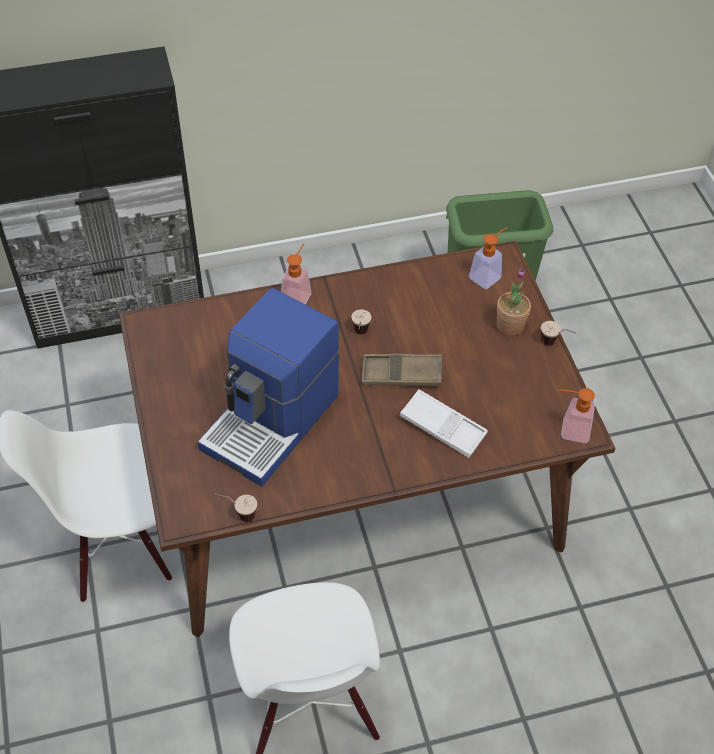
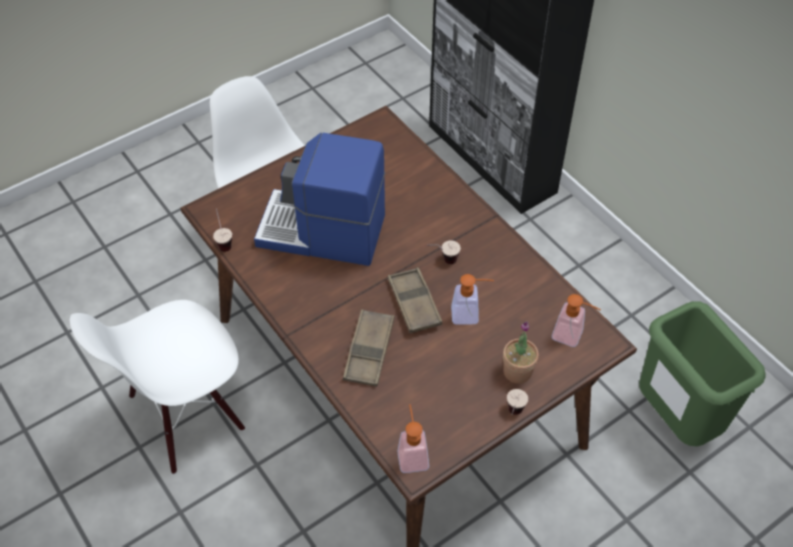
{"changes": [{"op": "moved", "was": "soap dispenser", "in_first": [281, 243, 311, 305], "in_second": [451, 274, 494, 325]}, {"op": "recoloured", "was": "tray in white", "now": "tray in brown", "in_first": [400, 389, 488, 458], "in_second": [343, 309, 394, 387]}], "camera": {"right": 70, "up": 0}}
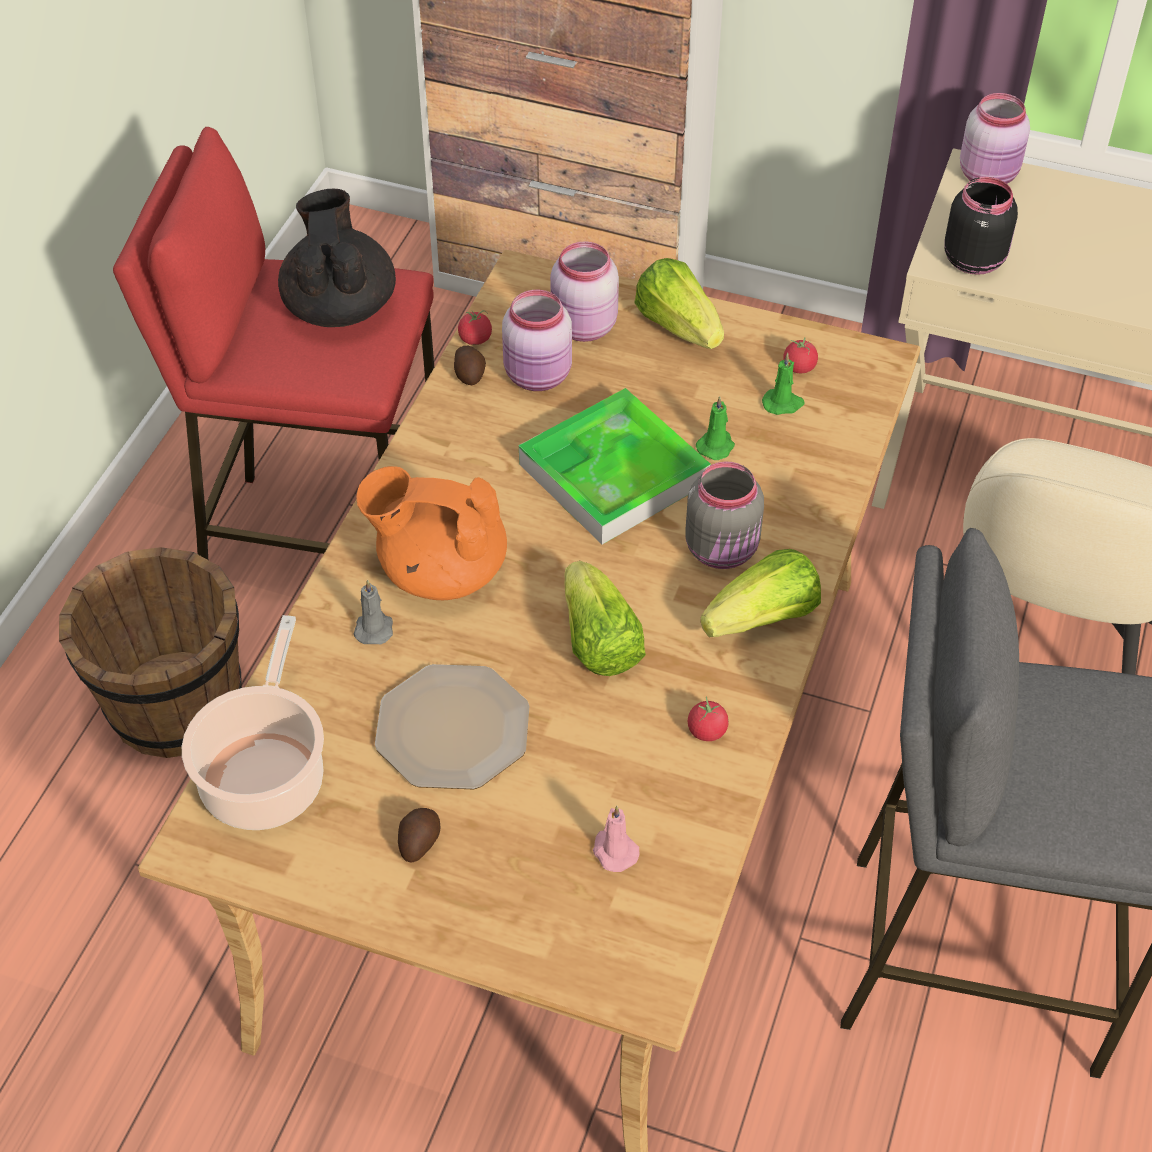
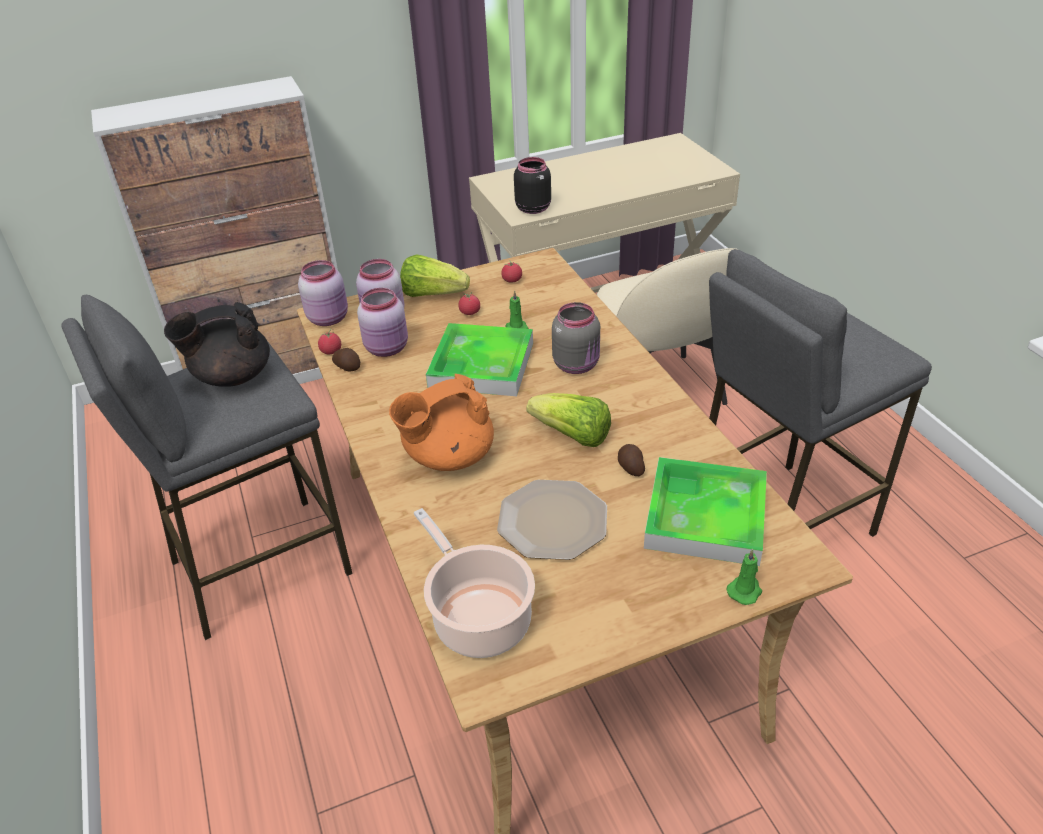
{"changes": [{"op": "moved", "was": "jar in pink", "in_first": [960, 93, 1030, 184], "in_second": [298, 260, 348, 326]}, {"op": "recoloured", "was": "stool in red", "now": "stool in grey", "in_first": [113, 127, 434, 560], "in_second": [61, 295, 353, 640]}, {"op": "turned", "was": "teapot in black", "in_first": [278, 189, 396, 327], "in_second": [164, 302, 270, 387], "clockwise": -60}, {"op": "moved", "was": "candle in green", "in_first": [762, 353, 805, 415], "in_second": [727, 549, 762, 605]}, {"op": "removed", "was": "bucket in brown", "in_first": [59, 547, 242, 758]}, {"op": "removed", "was": "lettuce", "in_first": [700, 549, 821, 637]}, {"op": "removed", "was": "candle in grey", "in_first": [354, 579, 393, 644]}, {"op": "moved", "was": "tomato", "in_first": [688, 696, 729, 741], "in_second": [459, 292, 480, 315]}, {"op": "replaced", "was": "candle in pink", "now": "tray", "in_first": [593, 805, 640, 872], "in_second": [644, 457, 767, 566]}, {"op": "moved", "was": "potato", "in_first": [398, 808, 440, 863], "in_second": [618, 444, 645, 476]}], "camera": {"right": -40, "up": -10}}
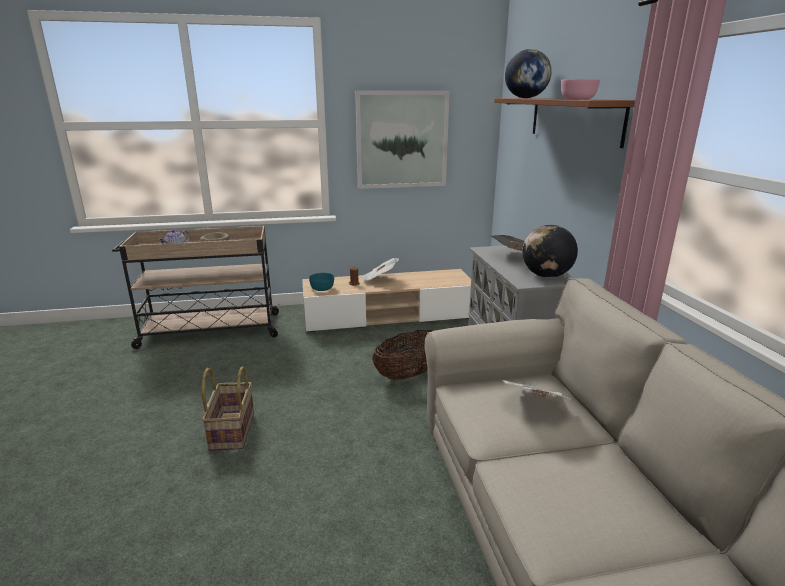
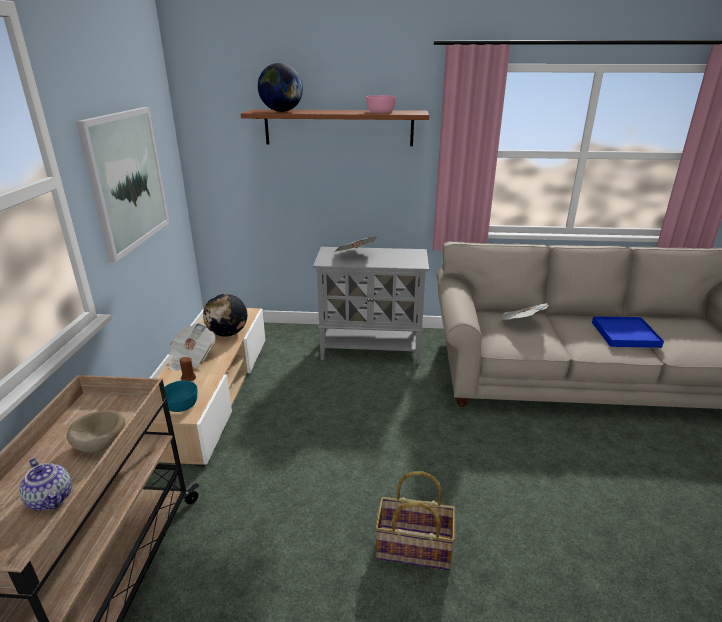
{"changes": [{"op": "moved", "was": "globe", "in_first": [522, 225, 578, 278], "in_second": [203, 294, 247, 337]}, {"op": "removed", "was": "basket", "in_first": [372, 330, 432, 380]}, {"op": "added", "now": "tray in blue", "in_second": [592, 316, 664, 348]}], "camera": {"right": -75, "up": 5}}
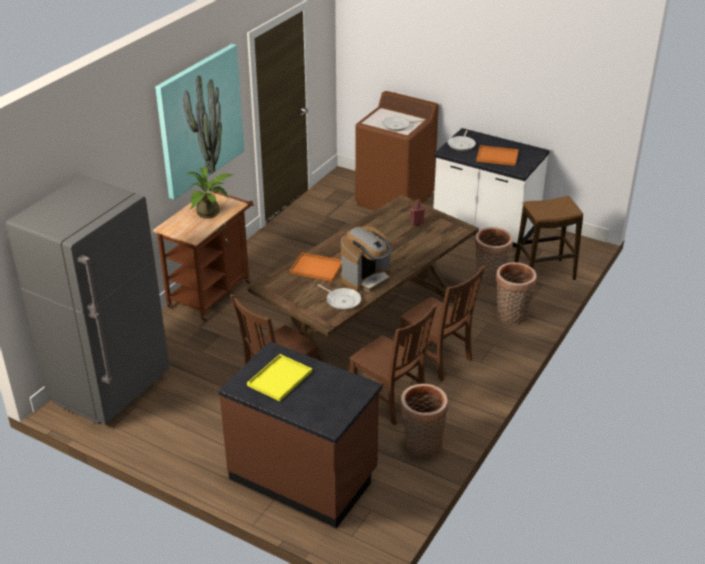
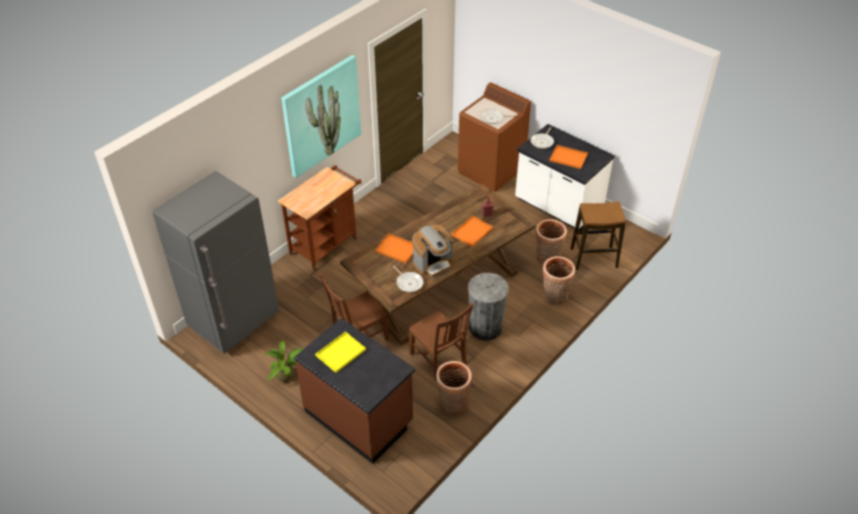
{"changes": [{"op": "moved", "was": "potted plant", "in_first": [187, 167, 233, 218], "in_second": [263, 340, 304, 383]}, {"op": "replaced", "was": "chair in brown", "now": "trash can in grey", "in_first": [400, 265, 486, 381], "in_second": [468, 273, 509, 341]}, {"op": "added", "now": "tray in orange", "in_second": [451, 215, 493, 247]}], "camera": {"right": 10, "up": 10}}
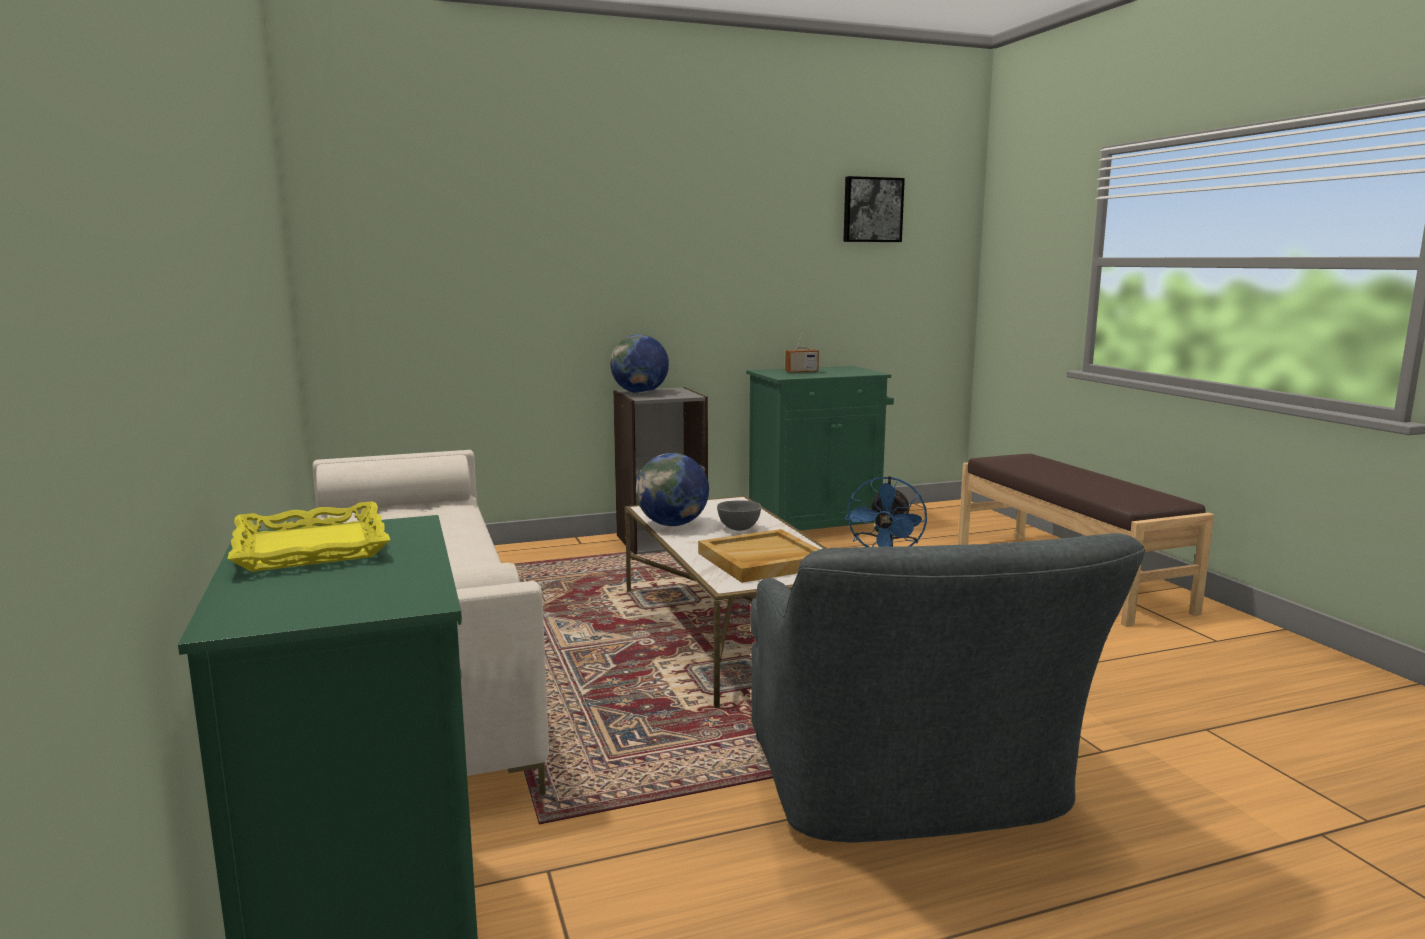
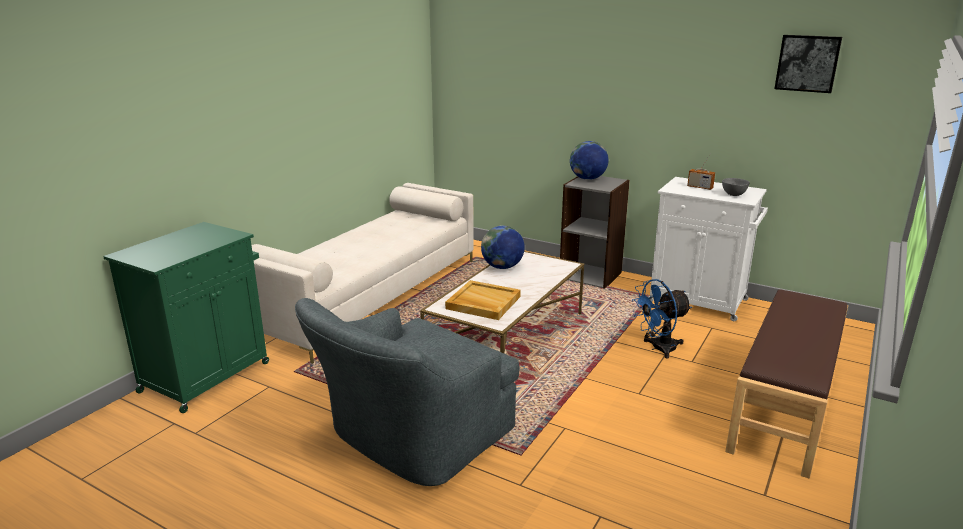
{"changes": [{"op": "recoloured", "was": "cabinet in green", "now": "cabinet in white", "in_first": [746, 366, 894, 532], "in_second": [648, 177, 768, 321]}, {"op": "moved", "was": "bowl in grey", "in_first": [717, 500, 761, 531], "in_second": [722, 178, 750, 196]}, {"op": "removed", "was": "tray in yellow", "in_first": [228, 501, 390, 572]}], "camera": {"right": 50, "up": 10}}
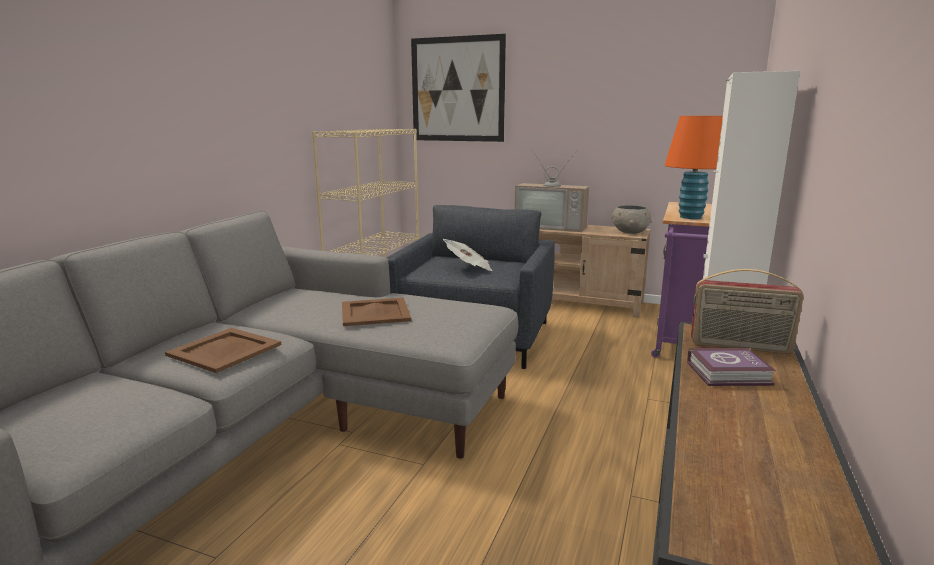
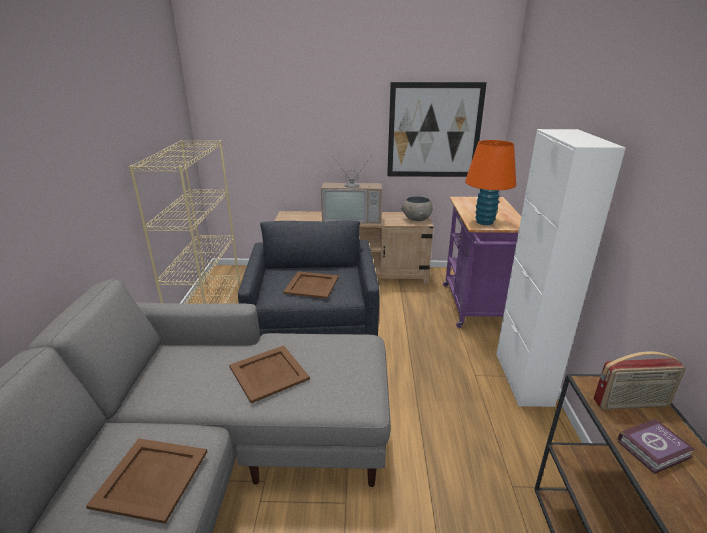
{"changes": [{"op": "moved", "was": "picture", "in_first": [411, 34, 506, 142], "in_second": [387, 82, 487, 177]}, {"op": "replaced", "was": "newspaper", "now": "tray in brown", "in_first": [443, 239, 492, 271], "in_second": [283, 271, 339, 299]}], "camera": {"right": -20, "up": 10}}
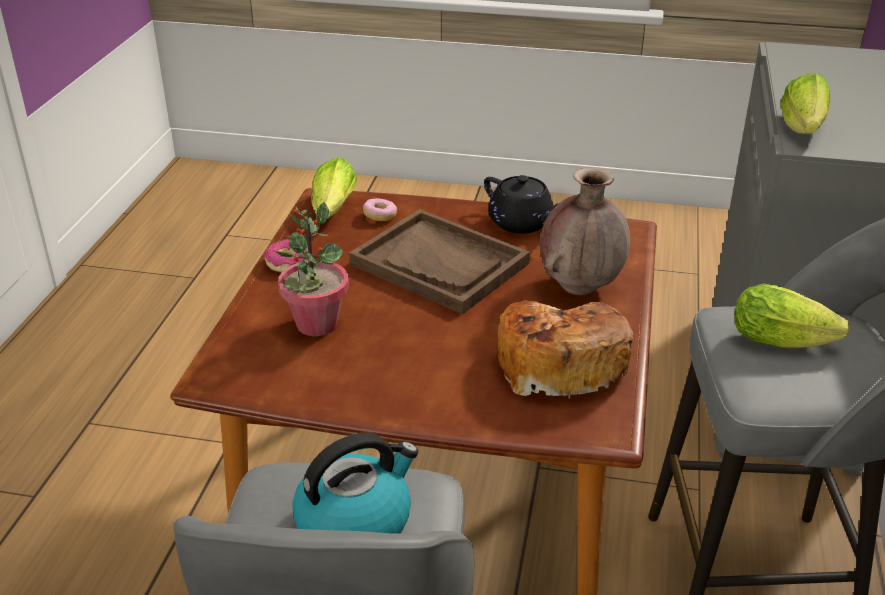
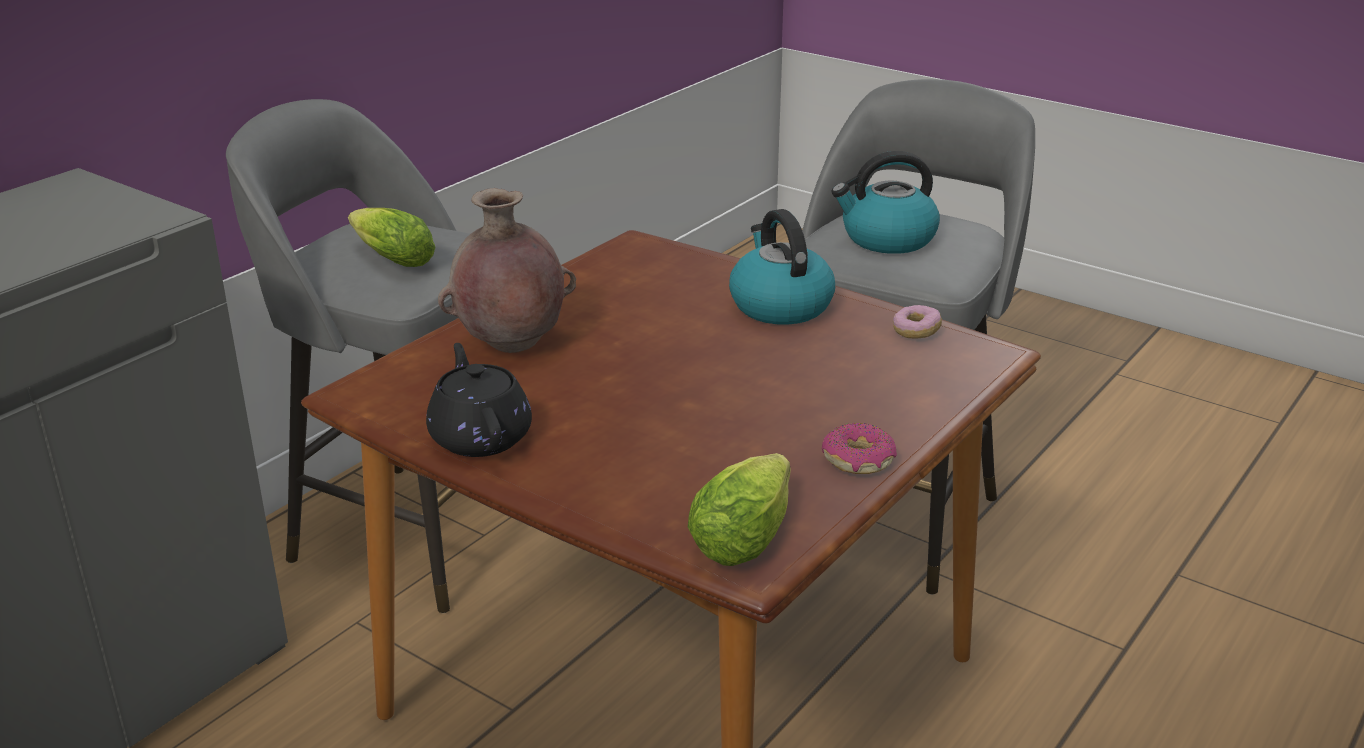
{"changes": [{"op": "removed", "was": "lettuce", "in_first": [781, 73, 830, 134]}, {"op": "moved", "was": "donut", "in_first": [363, 198, 397, 221], "in_second": [893, 305, 942, 338]}, {"op": "removed", "was": "potted plant", "in_first": [275, 202, 349, 336]}, {"op": "removed", "was": "tray in brown", "in_first": [349, 209, 530, 314]}, {"op": "removed", "was": "bread", "in_first": [497, 301, 634, 399]}, {"op": "added", "now": "kettle", "in_second": [729, 209, 835, 325]}], "camera": {"right": -155, "up": -5}}
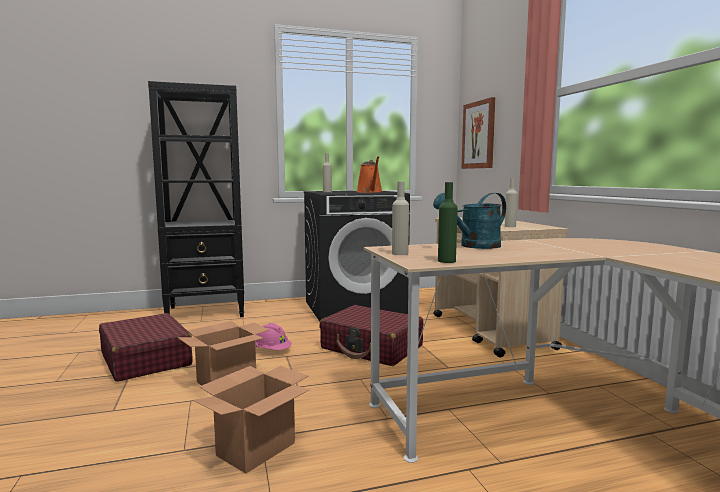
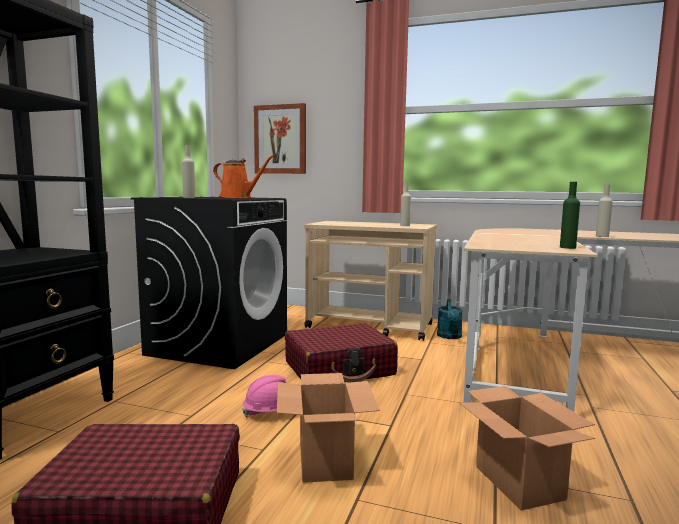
{"changes": [{"op": "moved", "was": "bottle in beige", "in_first": [392, 182, 409, 255], "in_second": [596, 185, 613, 237]}, {"op": "moved", "was": "watering can in turquoise", "in_first": [433, 193, 506, 249], "in_second": [437, 299, 463, 339]}], "camera": {"right": -55, "up": 0}}
